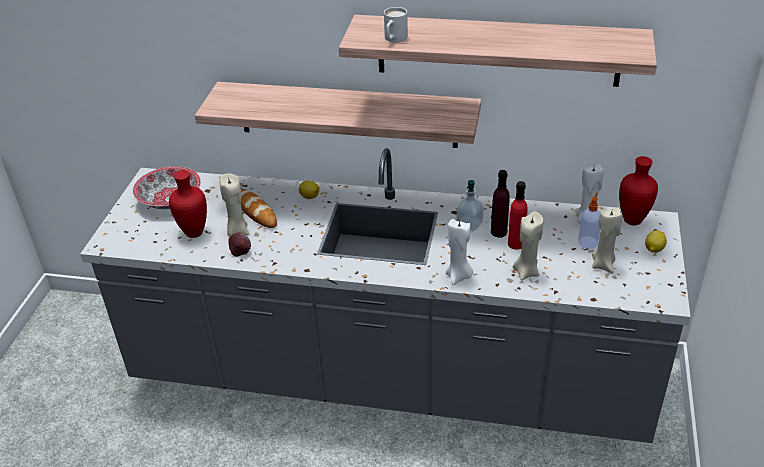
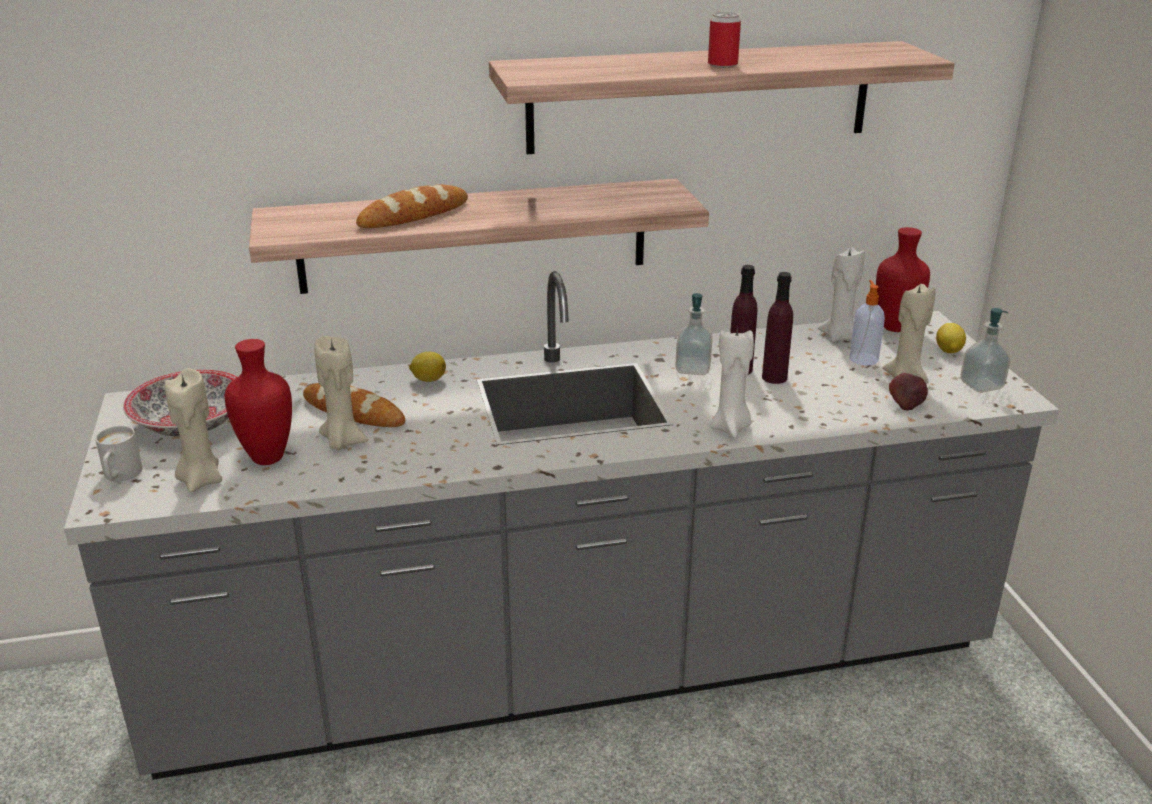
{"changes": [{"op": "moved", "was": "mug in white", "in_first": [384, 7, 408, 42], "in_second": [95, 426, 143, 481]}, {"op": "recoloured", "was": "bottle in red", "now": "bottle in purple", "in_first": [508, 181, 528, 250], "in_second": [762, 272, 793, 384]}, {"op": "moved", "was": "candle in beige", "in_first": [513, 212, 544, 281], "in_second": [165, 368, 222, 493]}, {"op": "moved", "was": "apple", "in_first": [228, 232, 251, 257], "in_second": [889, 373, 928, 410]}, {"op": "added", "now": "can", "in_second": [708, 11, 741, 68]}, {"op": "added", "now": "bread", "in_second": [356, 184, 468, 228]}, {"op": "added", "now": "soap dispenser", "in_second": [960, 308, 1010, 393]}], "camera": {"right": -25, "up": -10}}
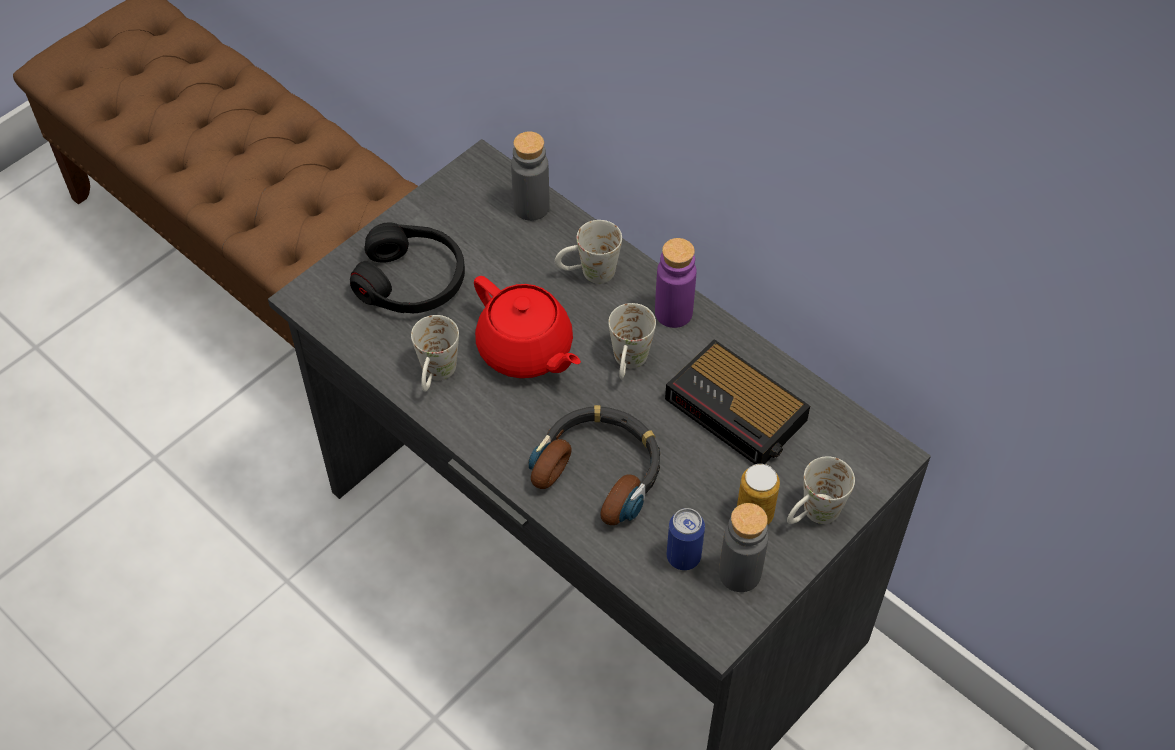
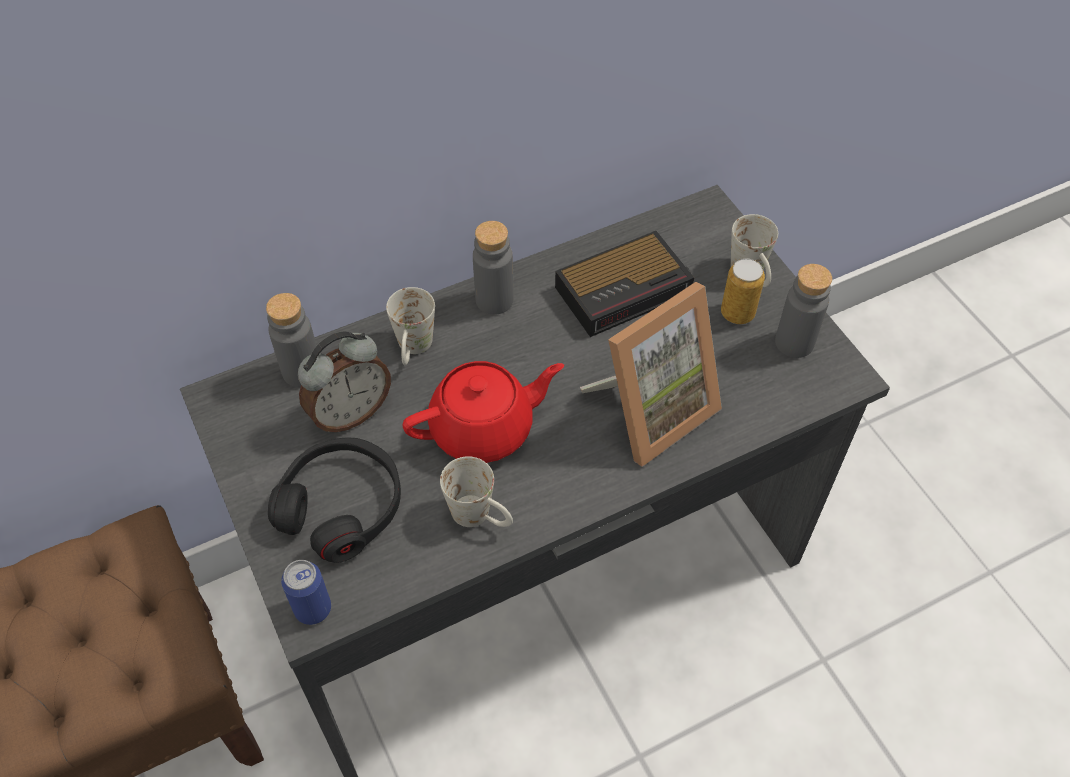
{"changes": [{"op": "recoloured", "was": "bottle in purple", "now": "bottle in grey", "in_first": [655, 238, 696, 328], "in_second": [473, 221, 514, 315]}, {"op": "removed", "was": "mug in white", "in_first": [608, 303, 656, 379]}, {"op": "replaced", "was": "headphones", "now": "picture frame", "in_first": [529, 405, 660, 525], "in_second": [580, 282, 722, 467]}, {"op": "moved", "was": "can", "in_first": [667, 508, 705, 570], "in_second": [281, 560, 331, 625]}, {"op": "added", "now": "alarm clock", "in_second": [298, 331, 391, 433]}], "camera": {"right": -70, "up": 0}}
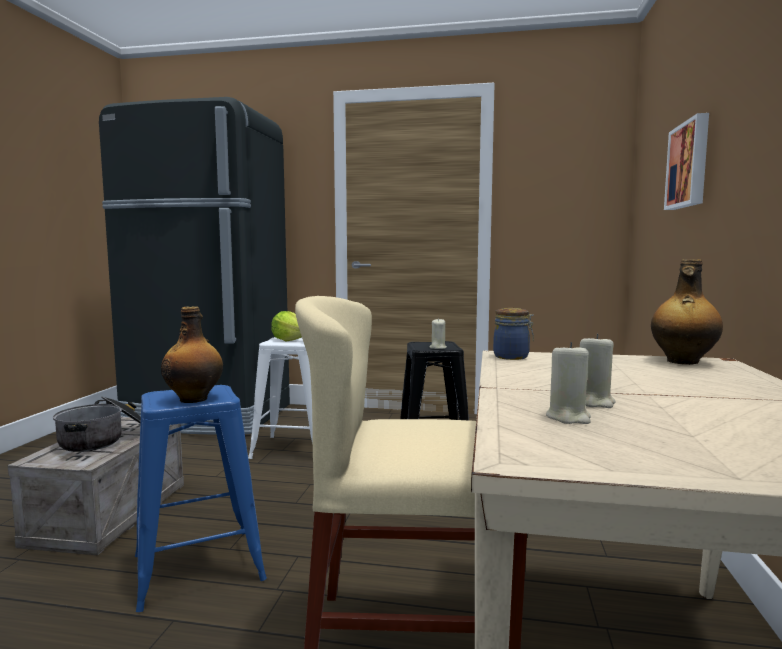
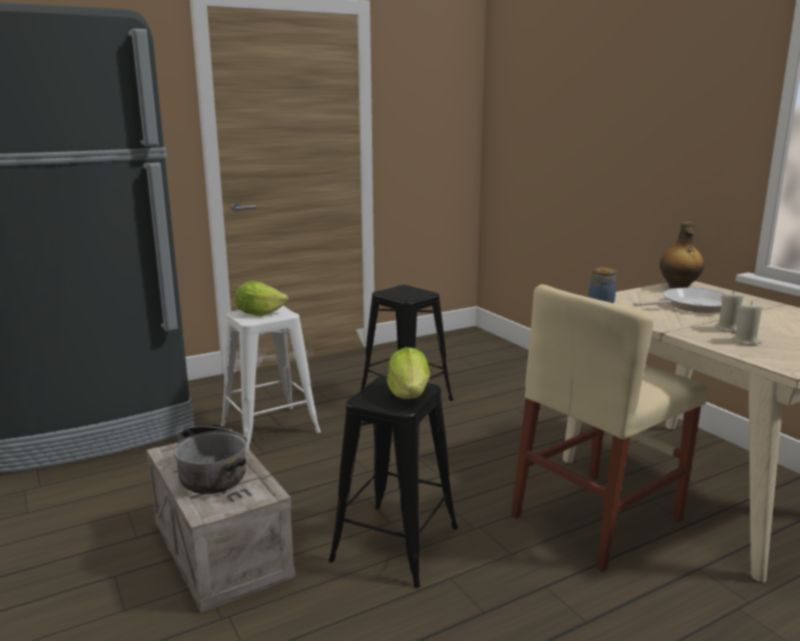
{"changes": [{"op": "removed", "was": "picture", "in_first": [664, 113, 709, 210]}, {"op": "replaced", "was": "bottle", "now": "lettuce", "in_first": [161, 306, 223, 403], "in_second": [387, 347, 430, 399]}, {"op": "removed", "was": "candle in beige", "in_first": [430, 318, 447, 349]}, {"op": "recoloured", "was": "stool in blue", "now": "stool in black", "in_first": [135, 385, 267, 612], "in_second": [328, 376, 458, 588]}, {"op": "added", "now": "frying pan", "in_second": [633, 288, 727, 313]}], "camera": {"right": -40, "up": 10}}
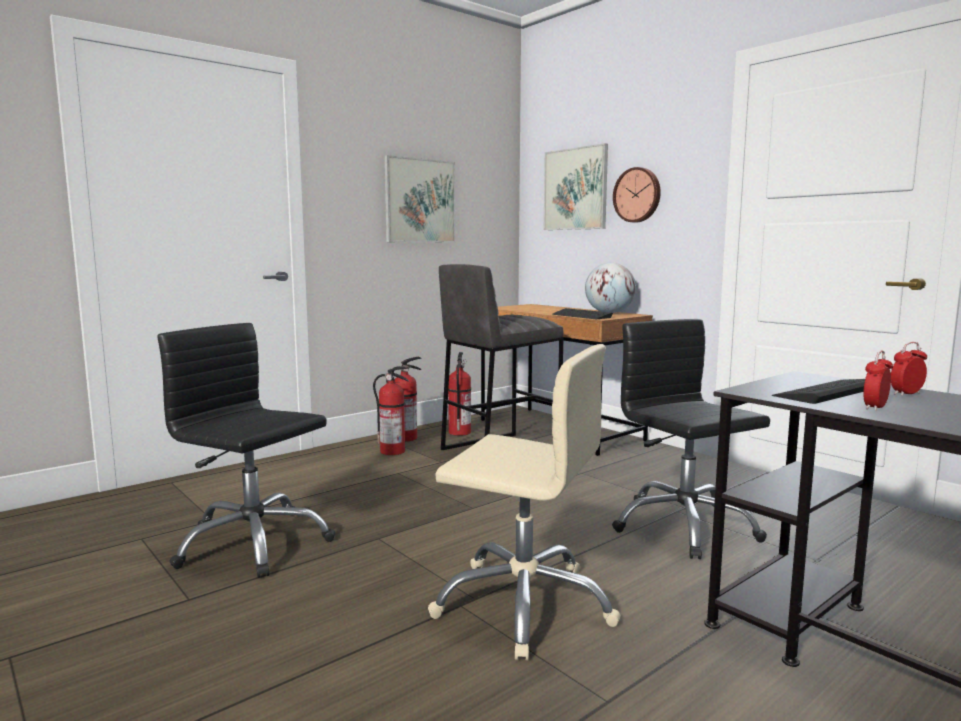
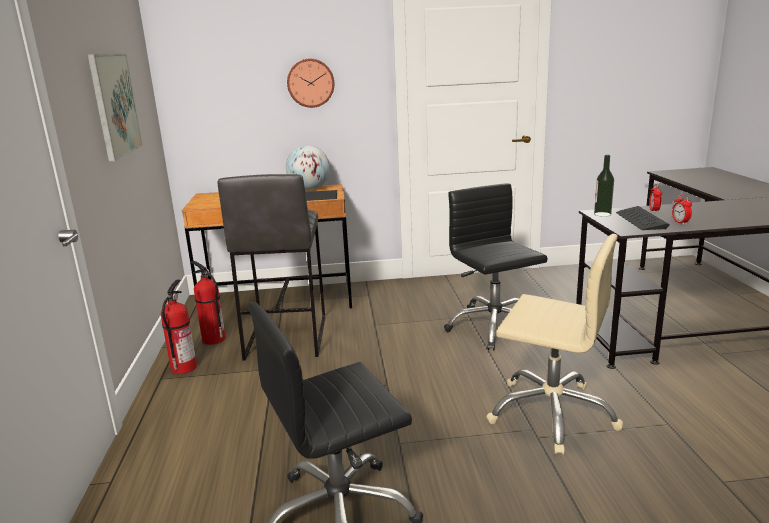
{"changes": [{"op": "removed", "was": "picture", "in_first": [544, 143, 608, 230]}, {"op": "turned", "was": "office chair in black", "in_first": [612, 319, 770, 559], "in_second": [444, 183, 547, 350], "clockwise": 60}, {"op": "turned", "was": "office chair in beige", "in_first": [428, 344, 621, 660], "in_second": [486, 234, 623, 455], "clockwise": 60}, {"op": "removed", "was": "fire extinguisher", "in_first": [373, 366, 409, 455]}, {"op": "added", "now": "bottle", "in_second": [594, 155, 614, 217]}], "camera": {"right": -55, "up": 10}}
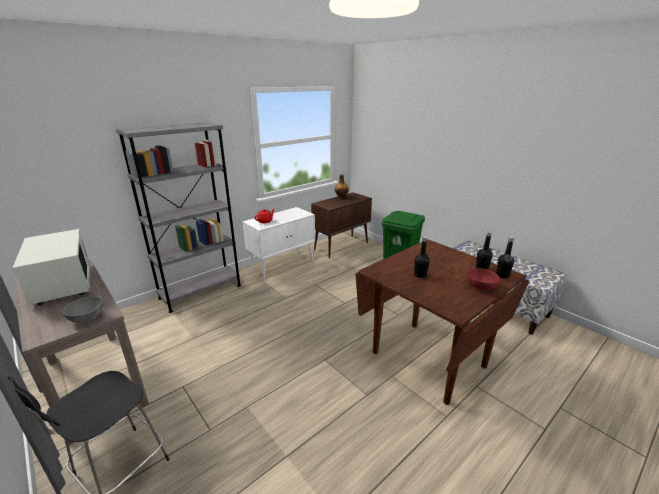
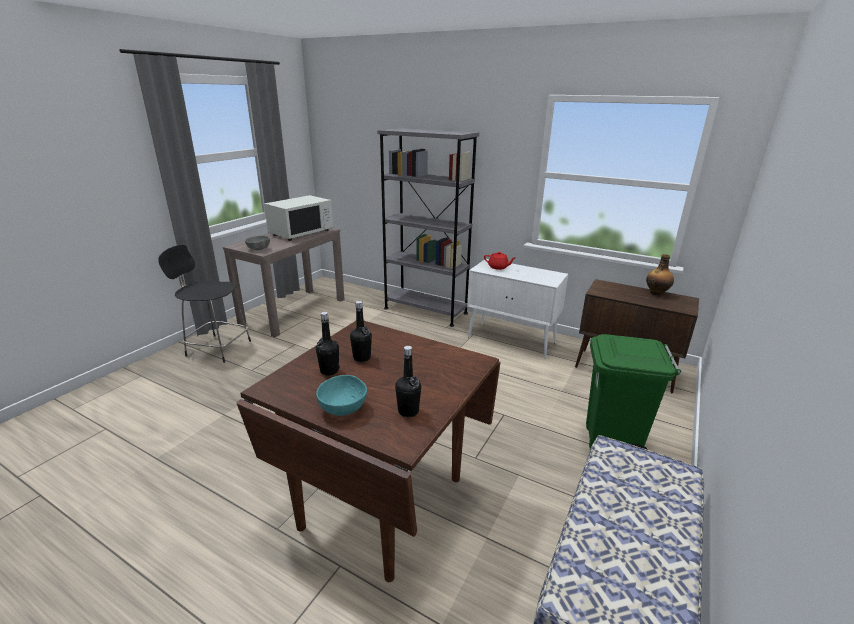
{"changes": [{"op": "moved", "was": "bottle in black", "in_first": [496, 236, 514, 278], "in_second": [316, 312, 339, 376]}, {"op": "recoloured", "was": "bowl in red", "now": "bowl in turquoise", "in_first": [467, 268, 500, 290], "in_second": [316, 375, 367, 416]}], "camera": {"right": 70, "up": 0}}
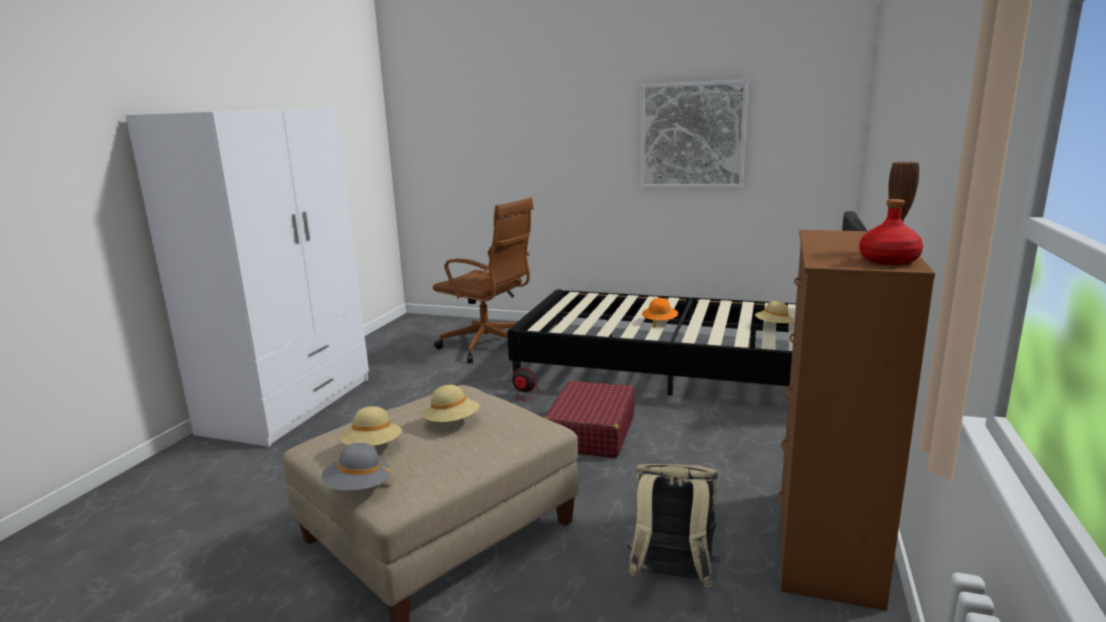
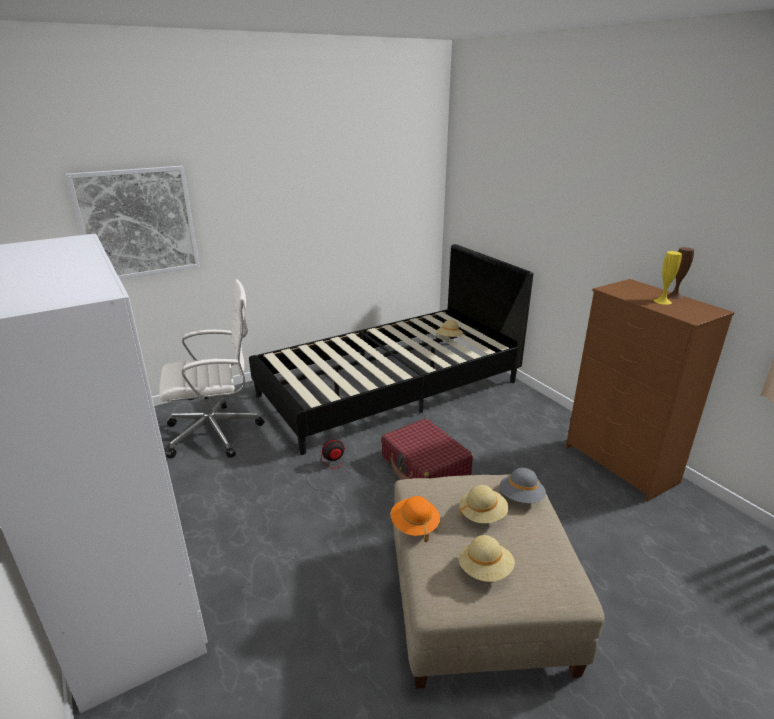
{"changes": [{"op": "moved", "was": "picture", "in_first": [640, 79, 748, 189], "in_second": [66, 166, 200, 279]}, {"op": "recoloured", "was": "office chair in brown", "now": "office chair in white", "in_first": [433, 198, 534, 363], "in_second": [159, 279, 265, 458]}, {"op": "removed", "was": "bottle in red", "in_first": [859, 199, 923, 265]}, {"op": "moved", "was": "hat in orange", "in_first": [642, 298, 678, 328], "in_second": [391, 496, 440, 542]}, {"op": "moved", "was": "hat in grey", "in_first": [321, 443, 393, 491], "in_second": [499, 468, 546, 503]}, {"op": "removed", "was": "backpack in beige", "in_first": [627, 464, 720, 587]}, {"op": "added", "now": "vase in yellow", "in_second": [654, 251, 682, 305]}], "camera": {"right": -50, "up": 10}}
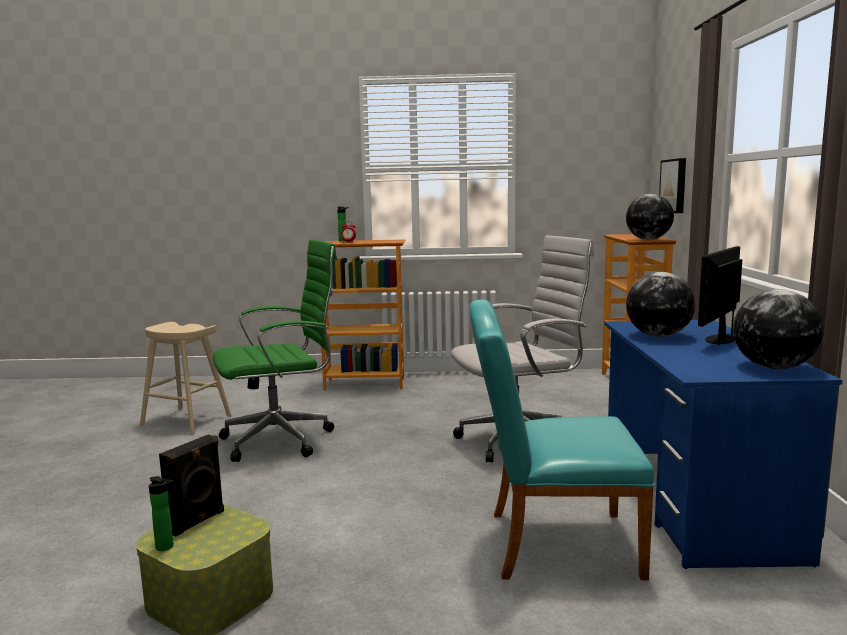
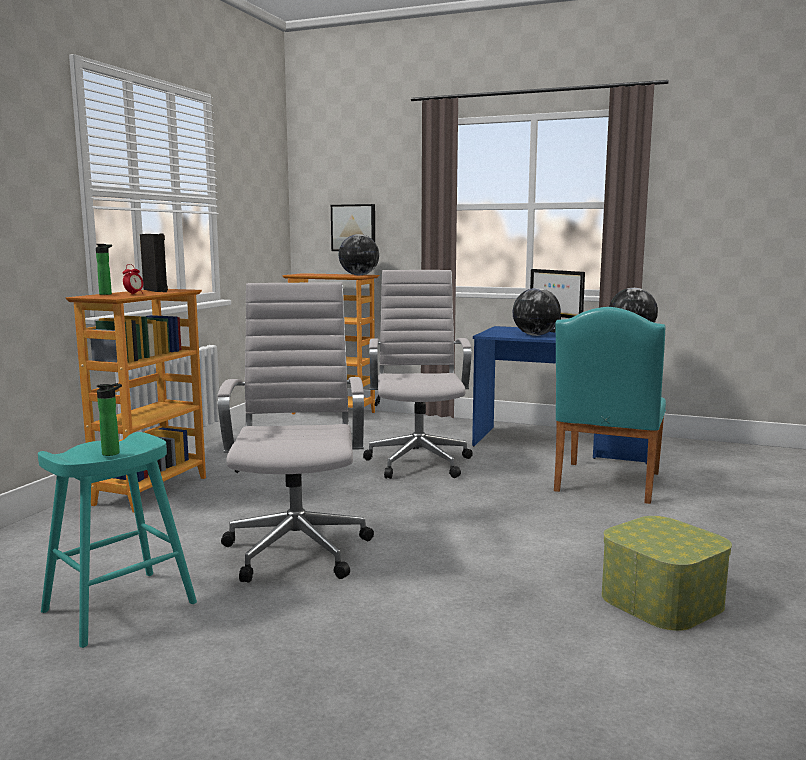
{"changes": [{"op": "recoloured", "was": "office chair in green", "now": "office chair in white", "in_first": [213, 239, 337, 462], "in_second": [217, 283, 374, 583]}, {"op": "recoloured", "was": "stool in beige", "now": "stool in turquoise", "in_first": [140, 322, 231, 434], "in_second": [38, 432, 197, 648]}, {"op": "moved", "was": "speaker in black", "in_first": [159, 435, 224, 536], "in_second": [140, 234, 168, 292]}, {"op": "moved", "was": "bottle", "in_first": [149, 476, 174, 551], "in_second": [97, 383, 122, 456]}], "camera": {"right": -70, "up": 0}}
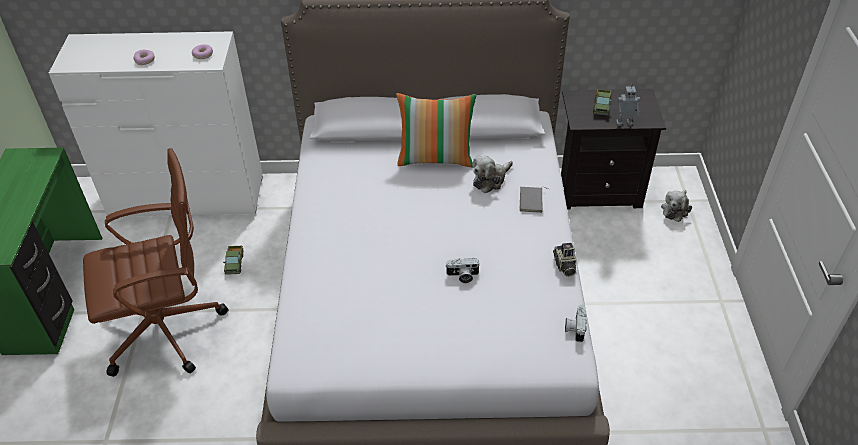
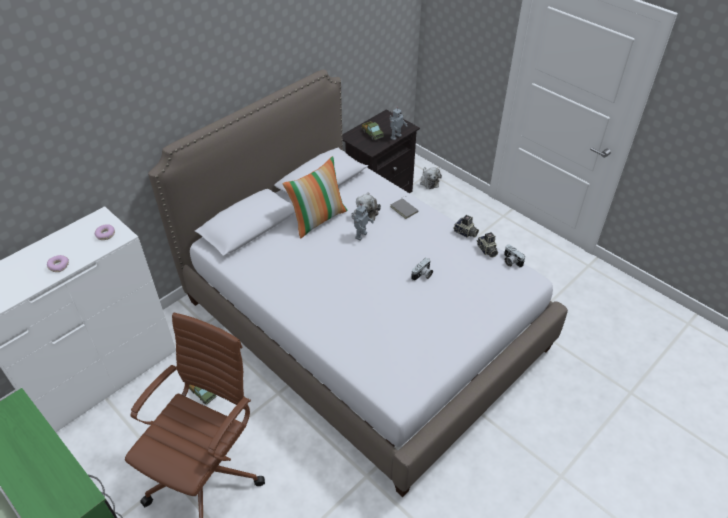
{"changes": [{"op": "added", "now": "toy robot", "in_second": [352, 204, 374, 241]}, {"op": "added", "now": "photo camera", "in_second": [477, 232, 498, 258]}], "camera": {"right": -45, "up": 0}}
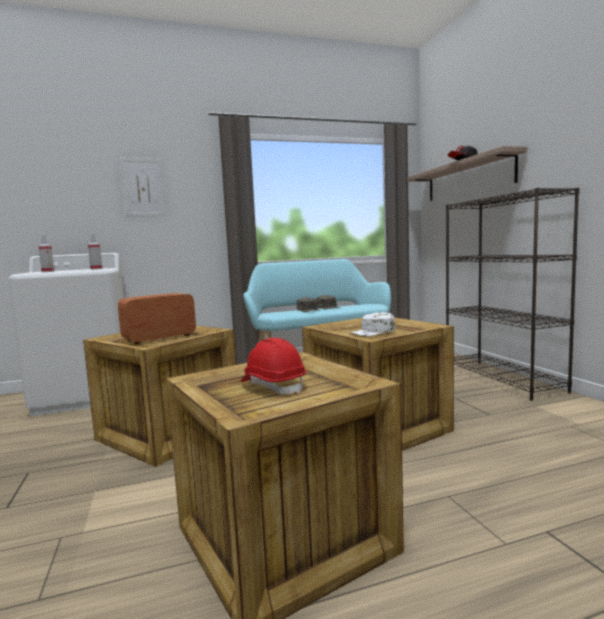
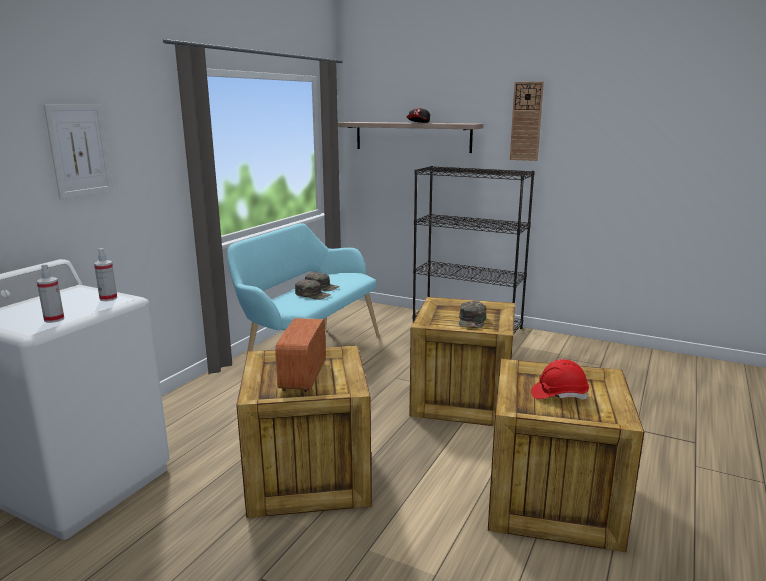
{"changes": [{"op": "recoloured", "was": "cap in white", "now": "cap in green", "in_first": [349, 312, 395, 336], "in_second": [459, 301, 486, 328]}, {"op": "added", "now": "wall clock", "in_second": [510, 82, 544, 161]}], "camera": {"right": -45, "up": 10}}
